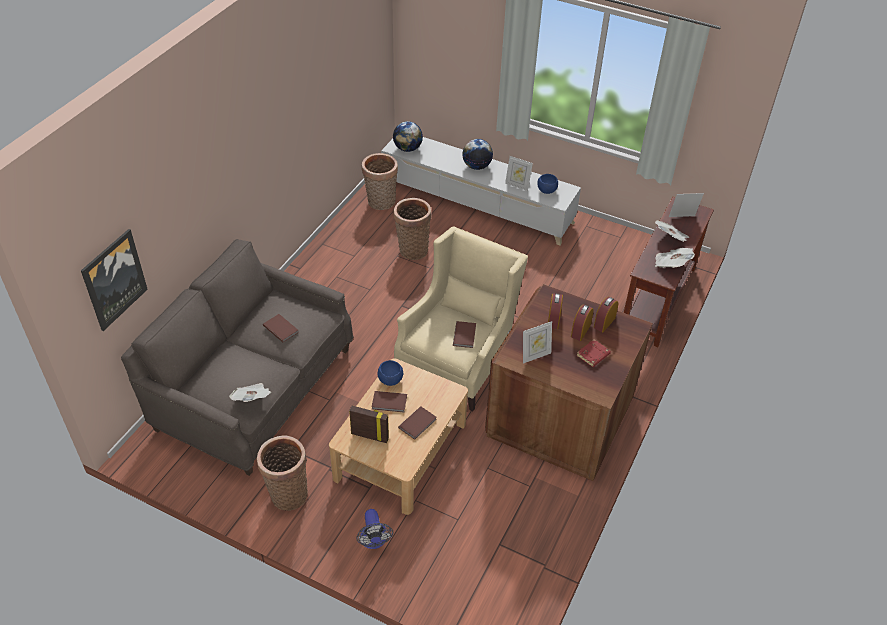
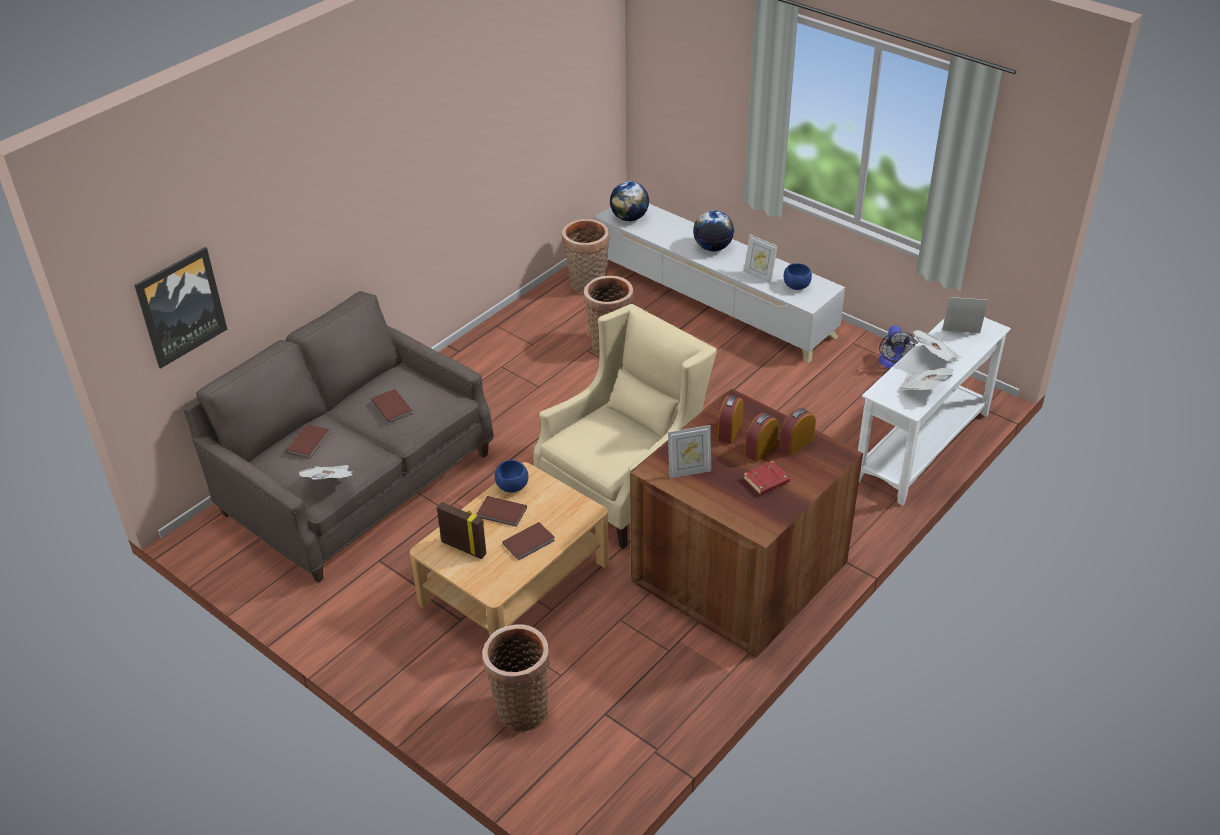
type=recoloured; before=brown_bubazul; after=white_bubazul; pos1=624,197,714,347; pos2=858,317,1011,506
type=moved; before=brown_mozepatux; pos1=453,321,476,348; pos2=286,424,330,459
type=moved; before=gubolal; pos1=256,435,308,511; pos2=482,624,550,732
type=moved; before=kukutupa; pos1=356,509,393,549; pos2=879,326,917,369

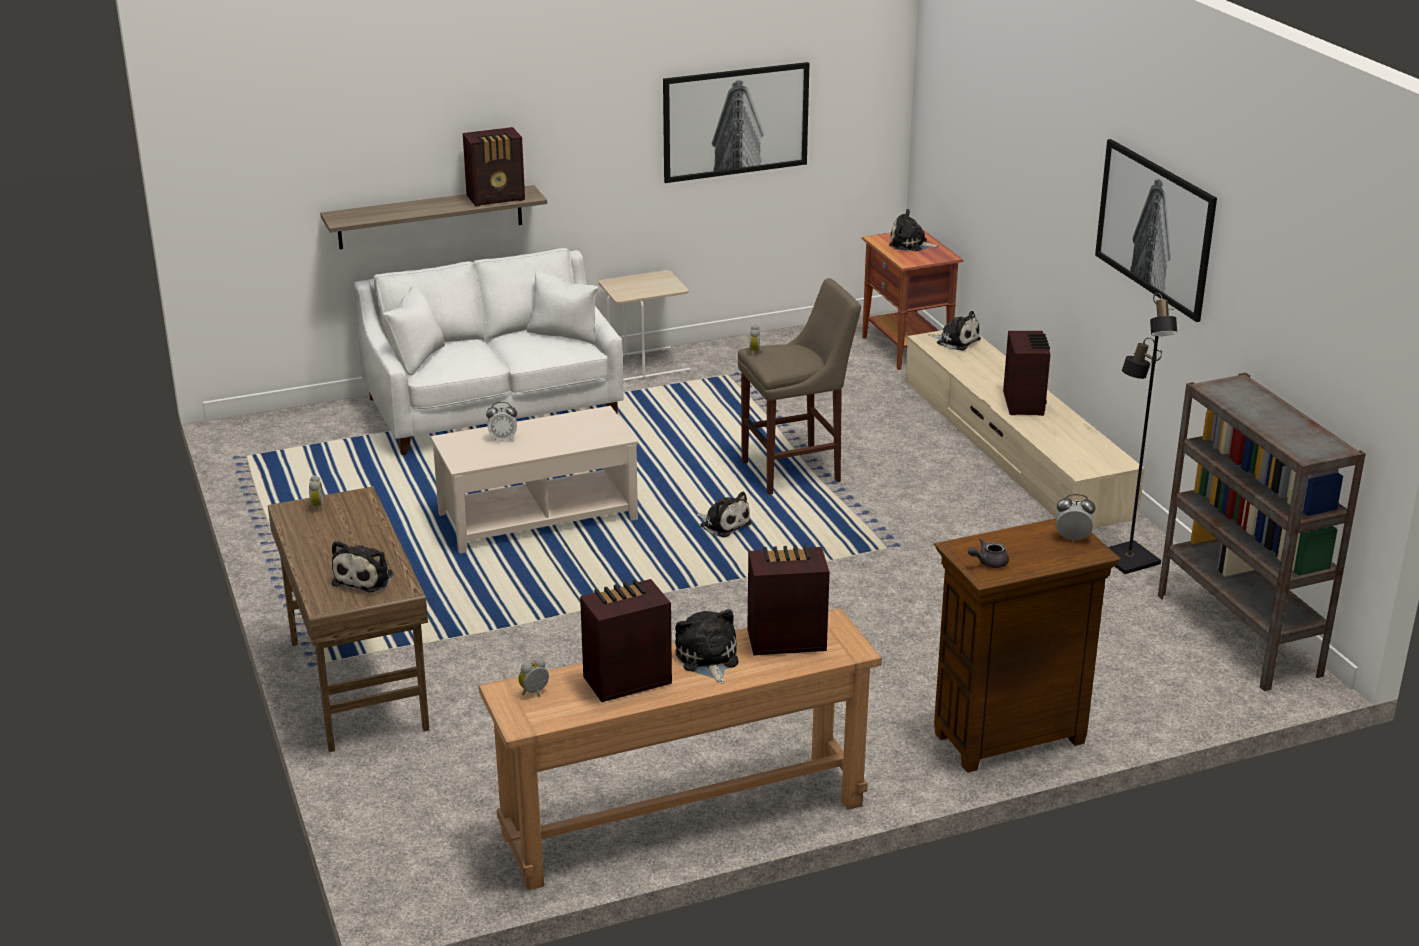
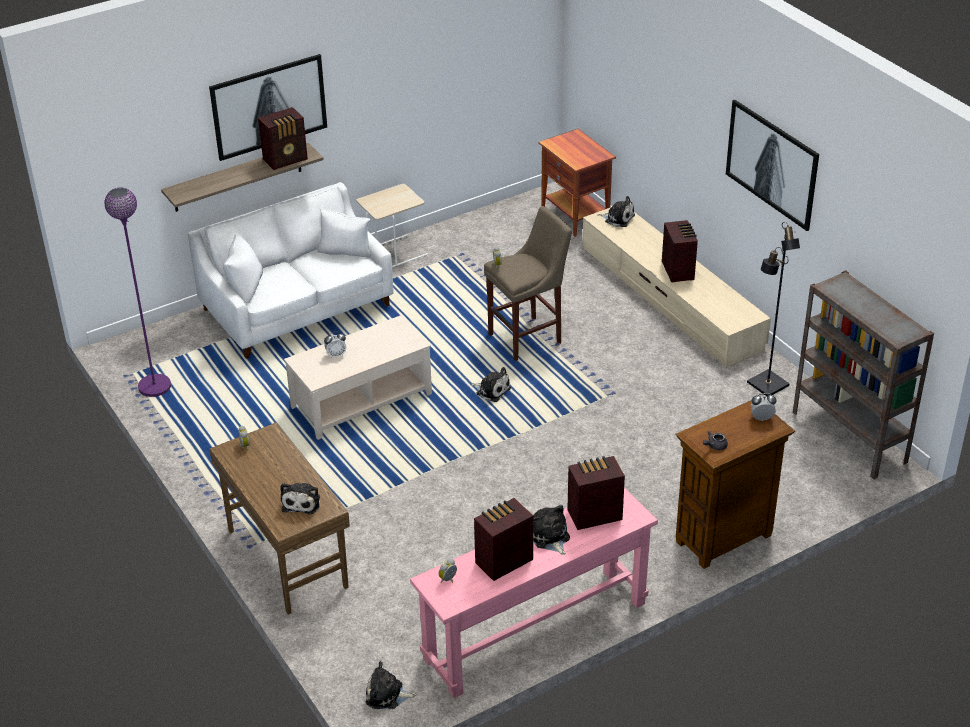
type=moved; before=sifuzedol; pos1=663,62,809,183; pos2=209,54,327,161
type=moved; before=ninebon; pos1=889,209,940,251; pos2=366,661,416,709
type=recoloured; before=brown_bubazul; after=pink_bubazul; pos1=479,608,882,890; pos2=410,487,658,698
type=added; after=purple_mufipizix; pos2=104,188,171,397

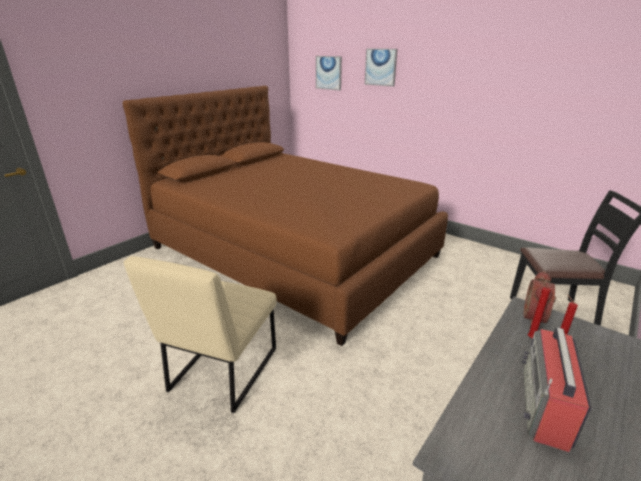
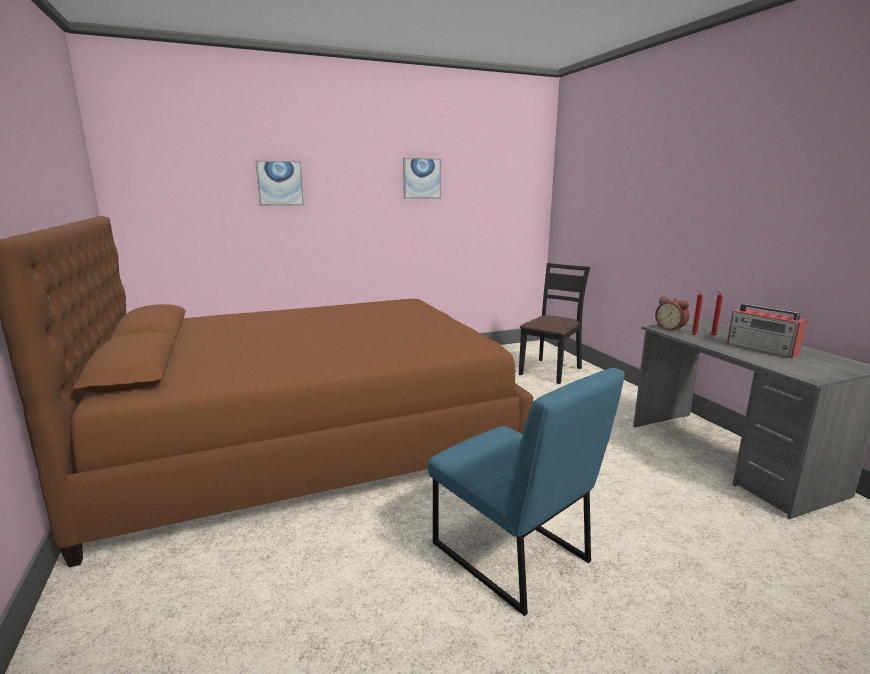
type=moved; before=sifuzedol; pos1=316,56,342,90; pos2=403,158,441,199
type=recoloured; before=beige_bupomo; after=blue_bupomo; pos1=124,256,277,413; pos2=428,368,625,616

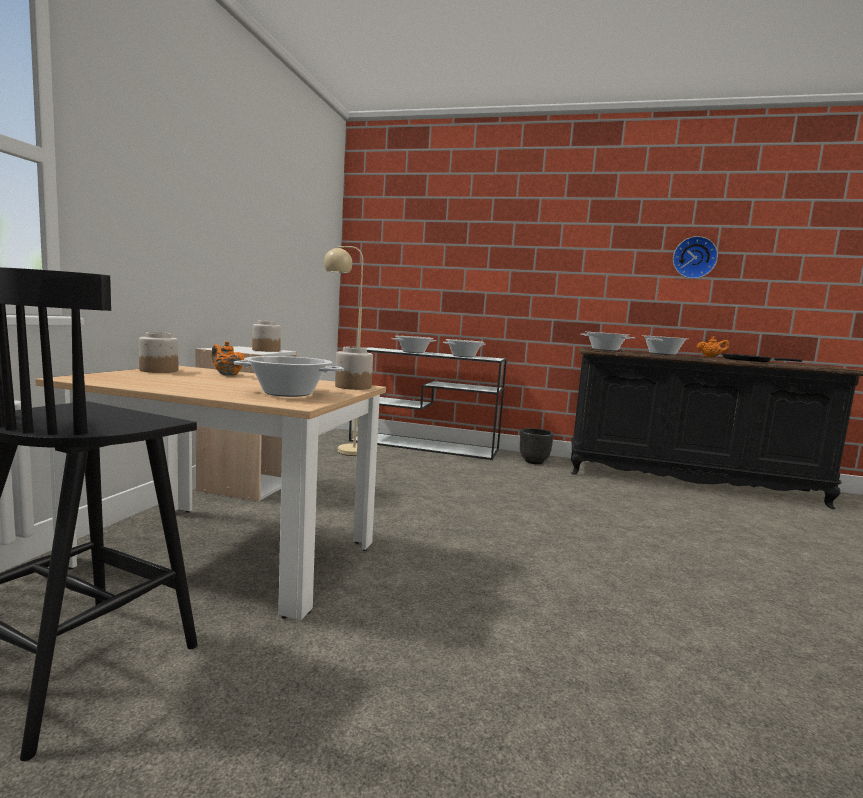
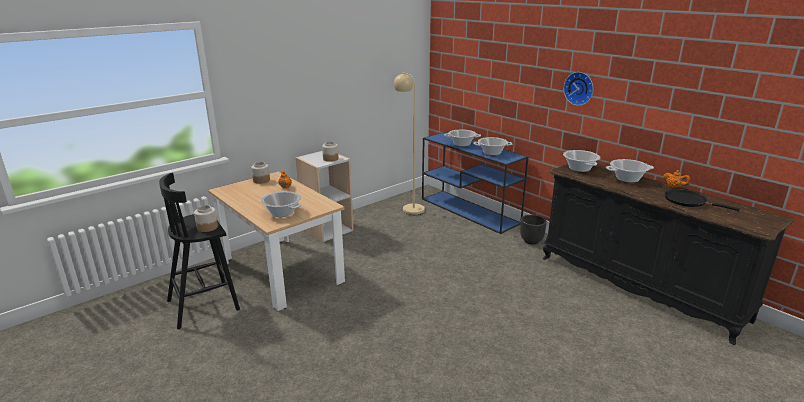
type=moved; before=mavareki; pos1=673,236,718,279; pos2=563,72,594,106
type=moved; before=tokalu; pos1=335,347,373,390; pos2=194,205,218,232
type=recoloured; before=white_bubazul; after=blue_bubazul; pos1=349,347,507,460; pos2=422,132,529,234

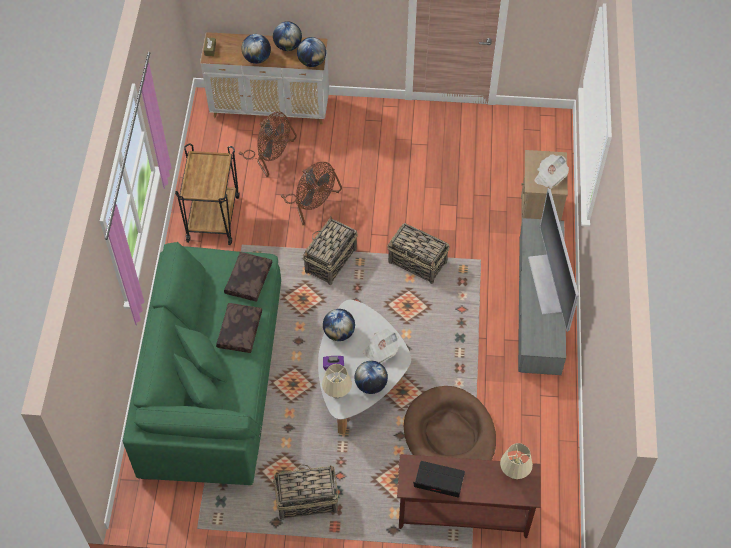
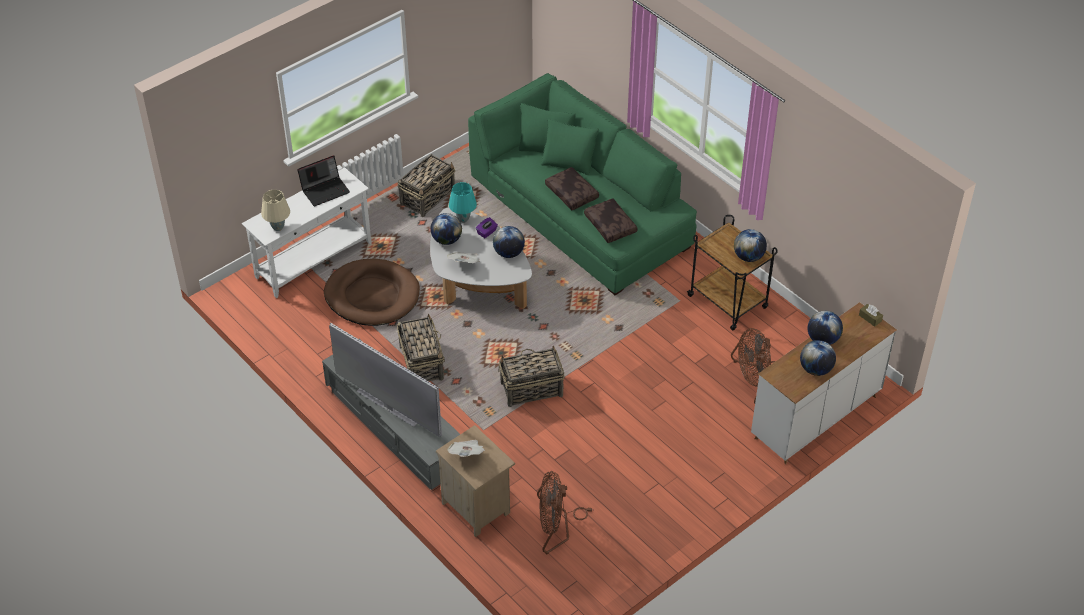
type=moved; before=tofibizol; pos1=297,37,326,67; pos2=734,229,767,262
type=moved; before=brown_kukutupa; pos1=281,162,342,225; pos2=537,471,593,555
type=moved; before=gubolal; pos1=303,217,358,285; pos2=397,314,445,381
type=recoloured; before=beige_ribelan; after=turquoise_ribelan; pos1=322,364,352,399; pos2=449,182,477,223
type=recoloured; before=brown_bubazul; after=white_bubazul; pos1=397,454,541,538; pos2=242,167,372,298

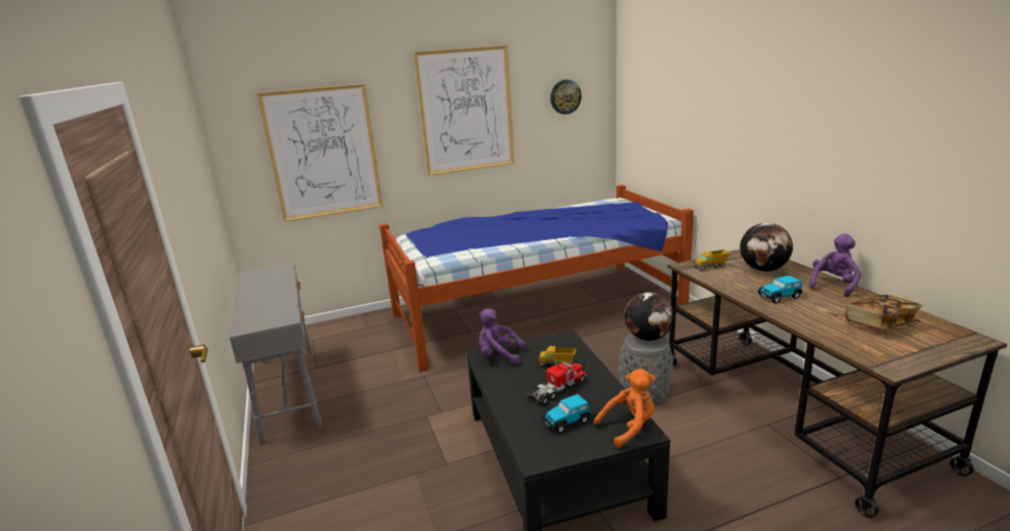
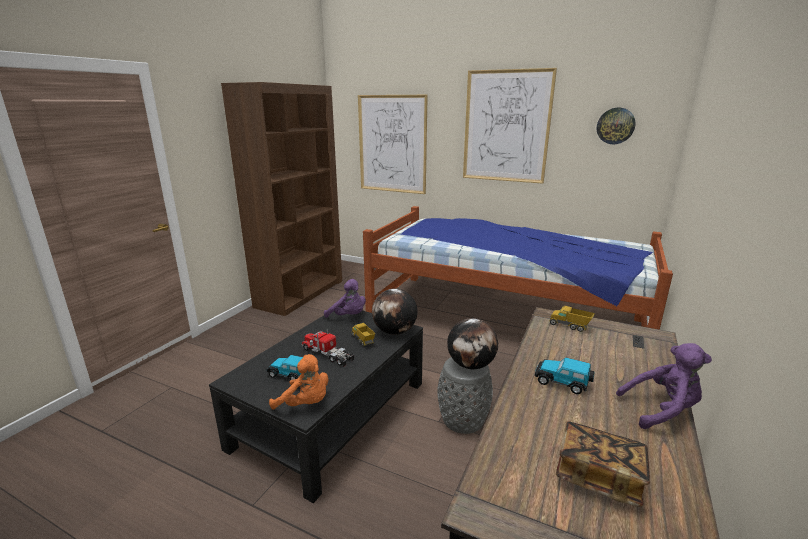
type=moved; before=tofibizol; pos1=740,223,793,271; pos2=372,289,417,335
type=replaced; before=grey_bubazul; after=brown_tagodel; pos1=229,263,322,443; pos2=221,82,342,316
type=turned; before=purple_ninebon; pos1=478,308,526,364; pos2=324,279,366,318; turn=150
type=turned; before=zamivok; pos1=527,360,587,406; pos2=302,329,354,367; turn=-150

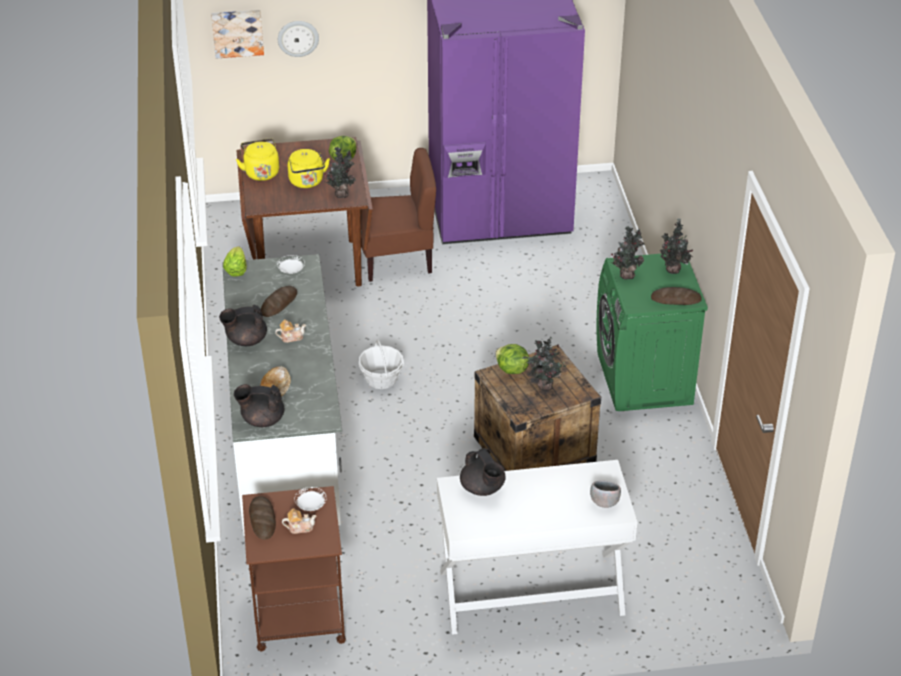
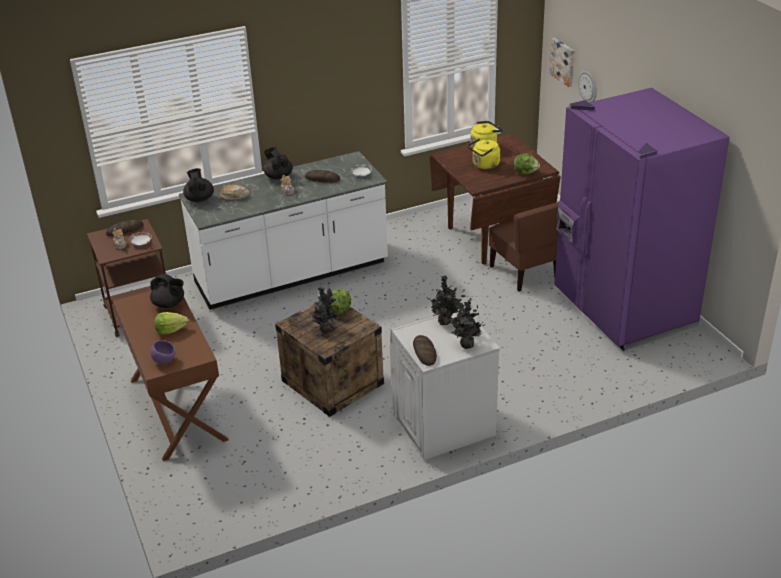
type=removed; before=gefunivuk; pos1=324,147,356,198
type=moved; before=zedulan; pos1=223,246,247,277; pos2=155,312,189,335
type=recoloured; before=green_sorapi; after=white_sorapi; pos1=597,254,708,411; pos2=390,309,500,460
type=removed; before=gubolal; pos1=359,339,404,389
type=turned; before=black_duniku; pos1=460,448,506,496; pos2=150,273,184,308; turn=-105
type=recoloured; before=white_bubazul; after=brown_bubazul; pos1=437,460,638,635; pos2=113,291,229,461
type=recoloured; before=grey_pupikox; after=purple_pupikox; pos1=590,480,621,508; pos2=150,340,175,364

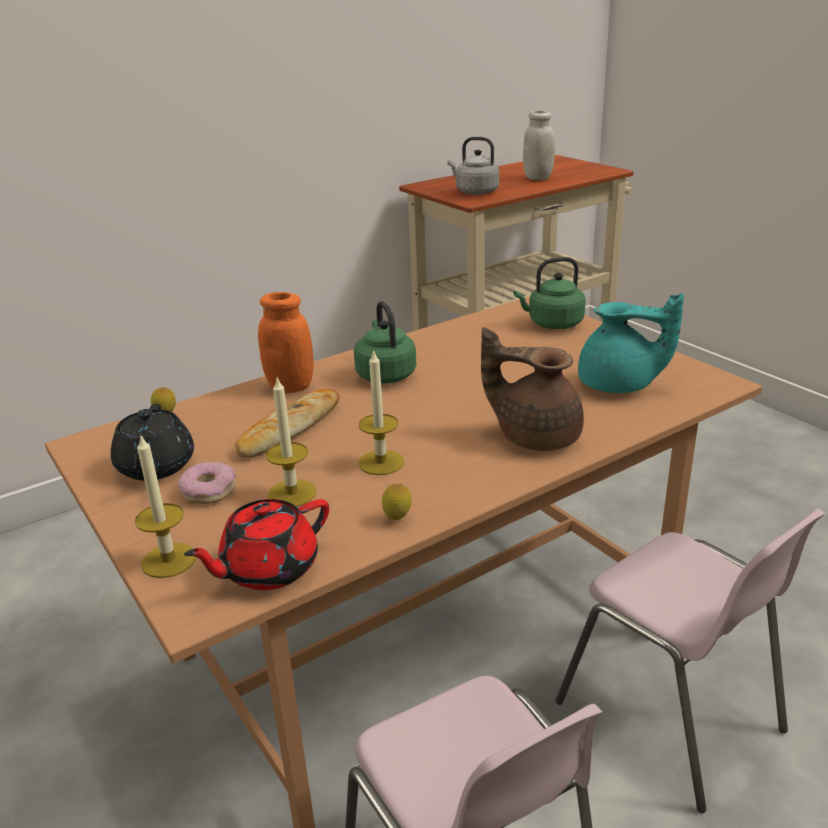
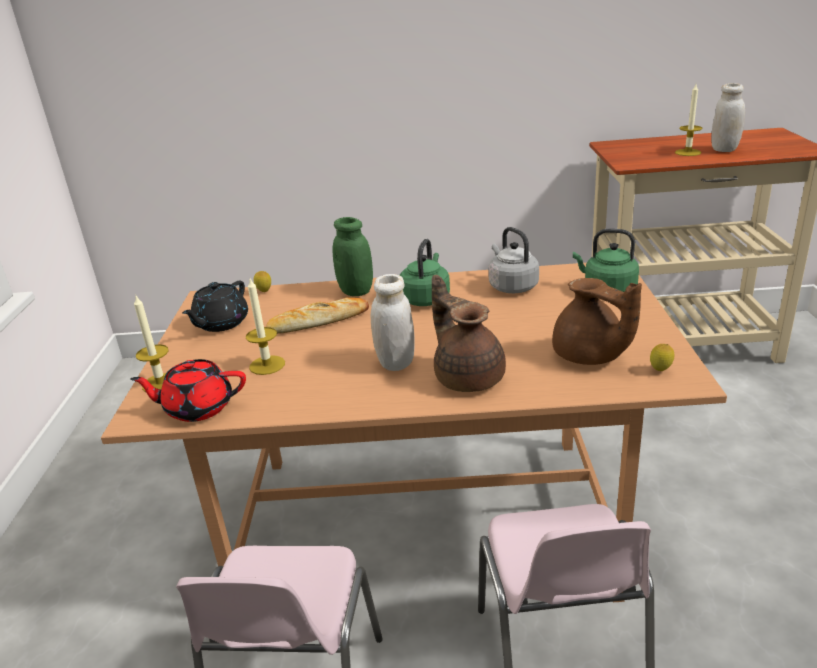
type=moved; before=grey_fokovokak; pos1=447,137,499,195; pos2=488,227,539,293
type=recoloured; before=orange_tokalu; after=green_tokalu; pos1=258,292,314,393; pos2=333,217,373,296
type=recoloured; before=turquoise_duniku; after=brown_duniku; pos1=578,293,684,393; pos2=552,278,642,365
type=moved; before=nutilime; pos1=358,349,404,475; pos2=675,84,702,156
type=removed; before=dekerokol; pos1=178,462,236,504
type=moved; before=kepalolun; pos1=382,484,412,520; pos2=650,344,674,371
type=added; after=white_tokalu; pos2=371,274,415,371

